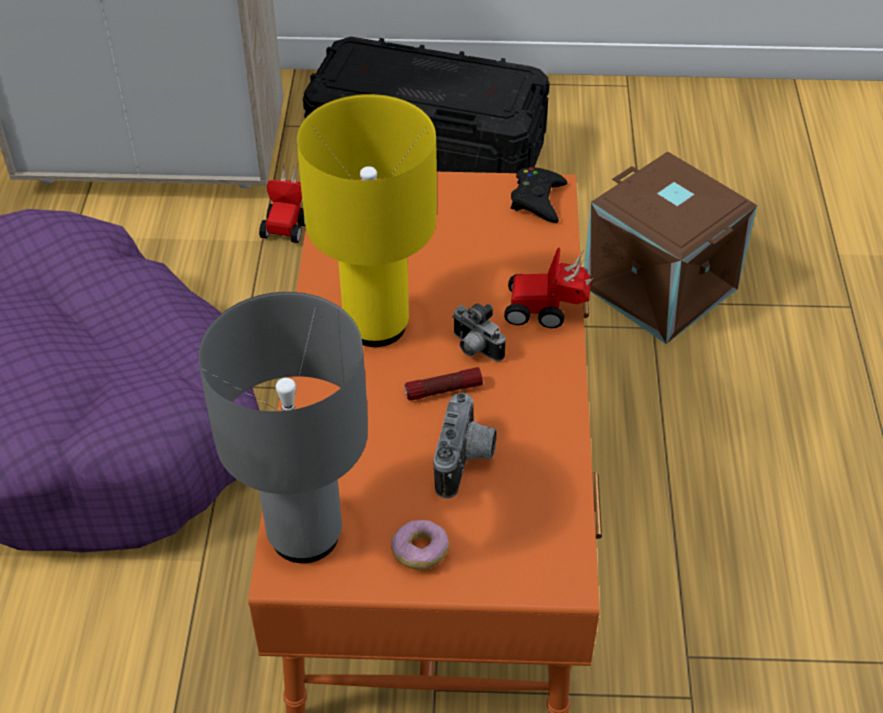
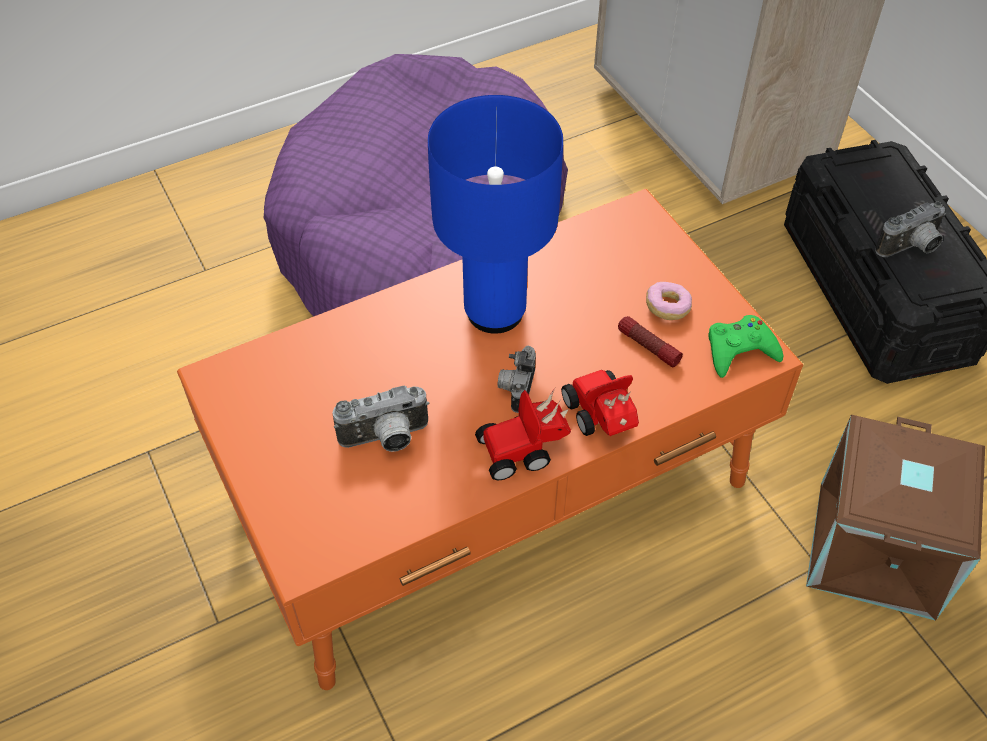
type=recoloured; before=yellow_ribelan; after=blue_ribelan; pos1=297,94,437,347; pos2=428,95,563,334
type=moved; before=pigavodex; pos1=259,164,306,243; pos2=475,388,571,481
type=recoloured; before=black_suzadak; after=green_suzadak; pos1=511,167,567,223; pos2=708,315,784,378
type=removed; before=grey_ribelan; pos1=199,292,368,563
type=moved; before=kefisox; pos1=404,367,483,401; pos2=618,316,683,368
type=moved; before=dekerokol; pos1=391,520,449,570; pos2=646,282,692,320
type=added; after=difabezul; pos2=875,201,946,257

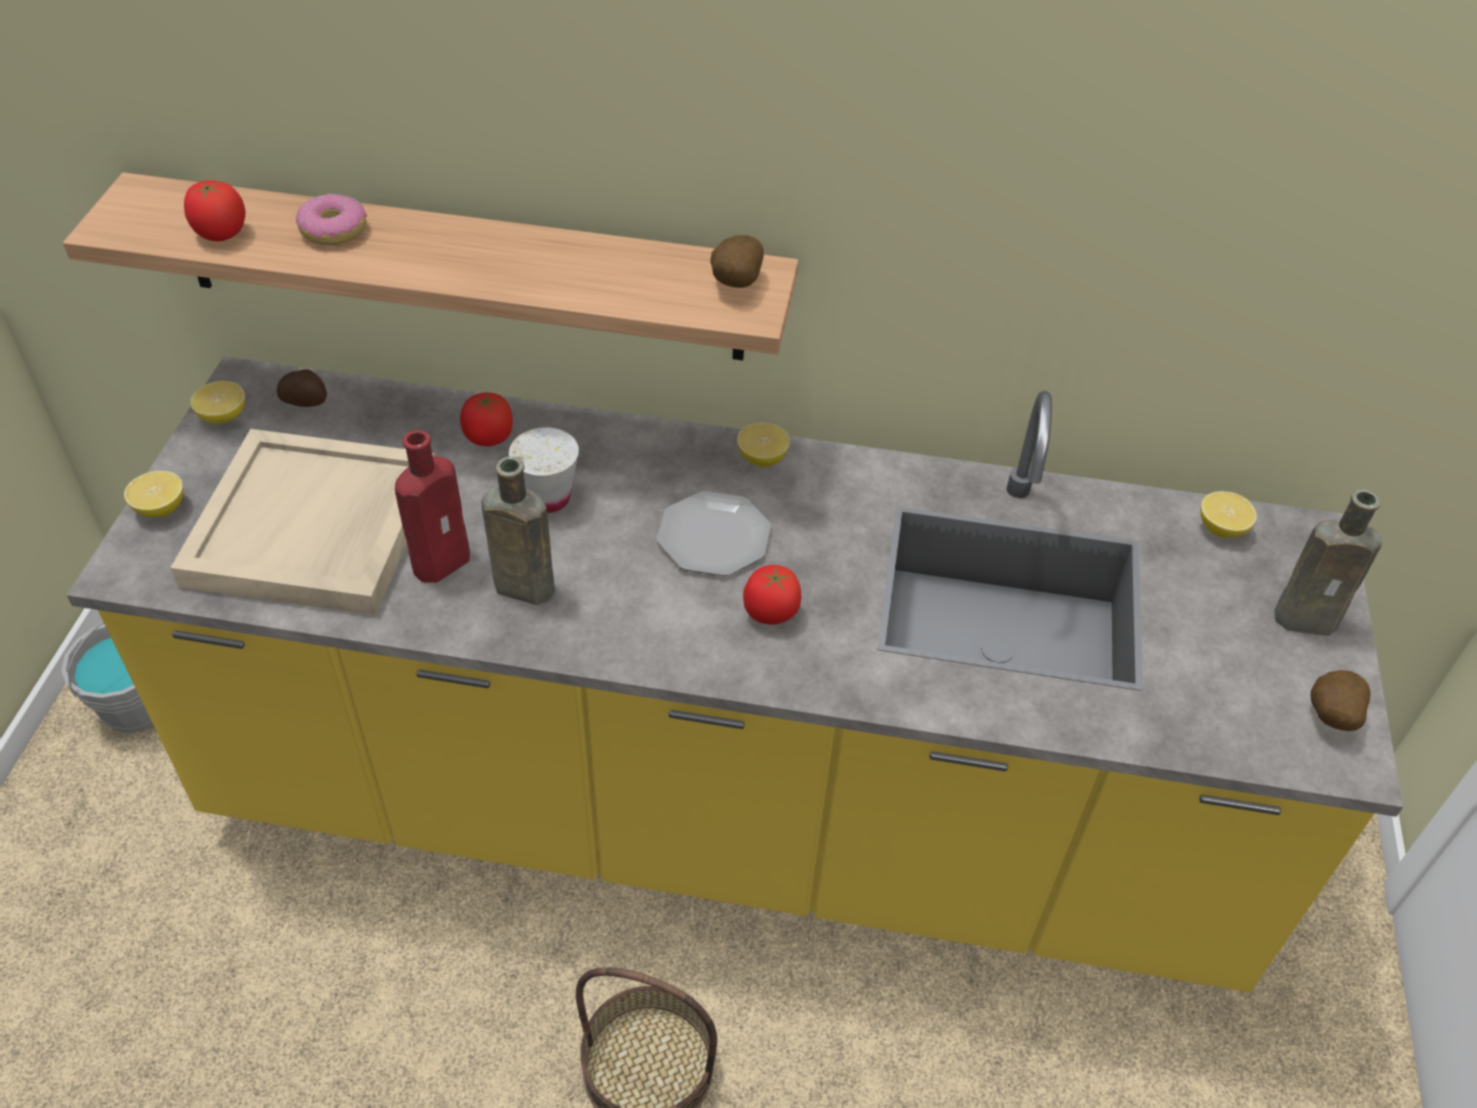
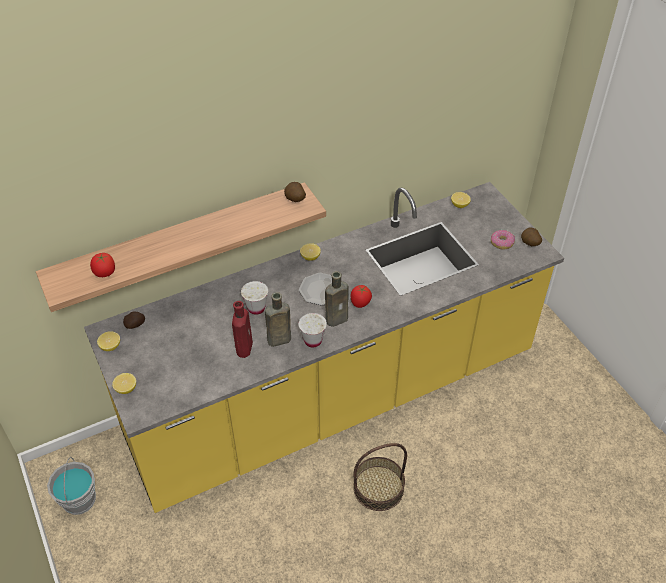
type=moved; before=dekerokol; pos1=296,194,367,245; pos2=491,230,515,250
type=removed; before=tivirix; pos1=460,392,513,446
type=removed; before=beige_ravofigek; pos1=170,429,435,615
type=moved; before=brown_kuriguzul; pos1=1274,489,1382,636; pos2=325,271,348,327
type=added; after=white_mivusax; pos2=298,313,327,347

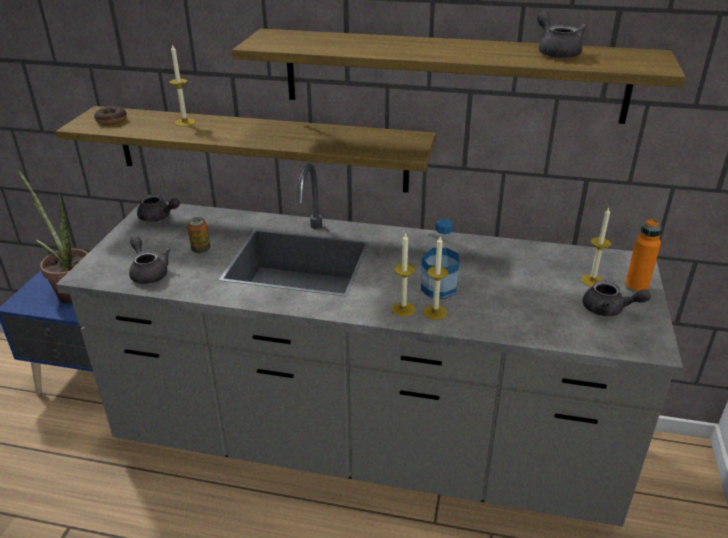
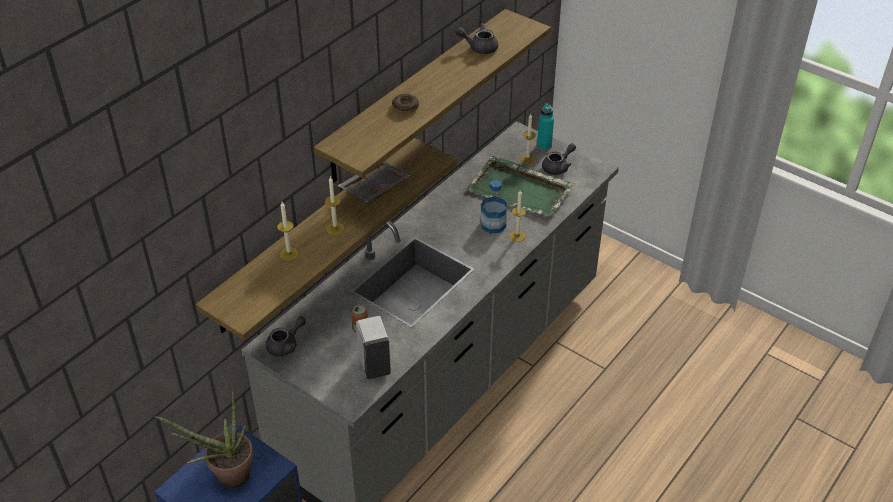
type=moved; before=dekerokol; pos1=94,106,127,125; pos2=392,94,419,114
type=recoloured; before=orange_kuriguzul; after=turquoise_kuriguzul; pos1=625,218,662,293; pos2=537,103,554,151
type=moved; before=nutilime; pos1=392,234,415,317; pos2=325,176,345,235
type=replaced; before=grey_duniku; after=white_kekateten; pos1=129,236,171,284; pos2=356,316,391,379
type=added; after=green_ravofigek; pos2=466,156,575,217
type=added; after=grey_ravofigek; pos2=337,161,410,202

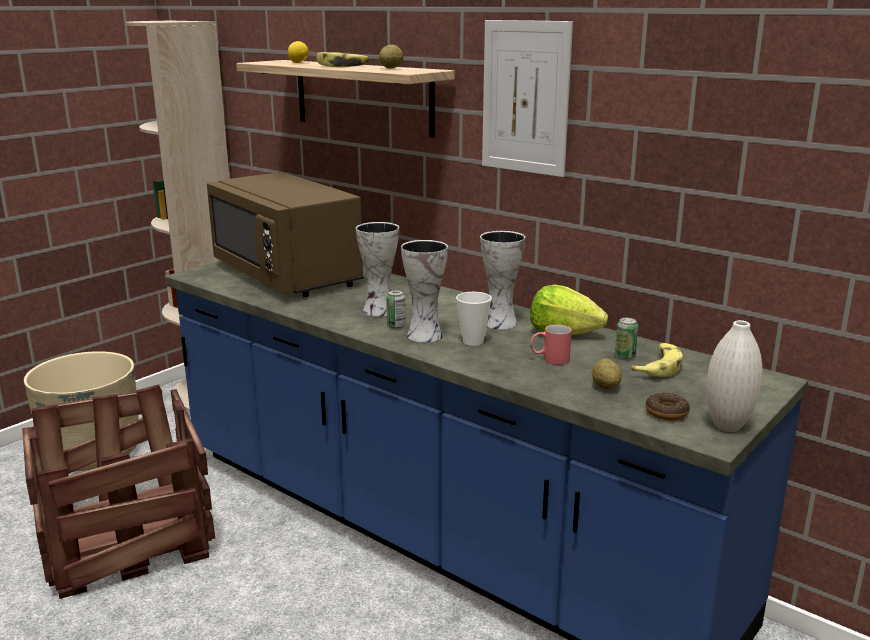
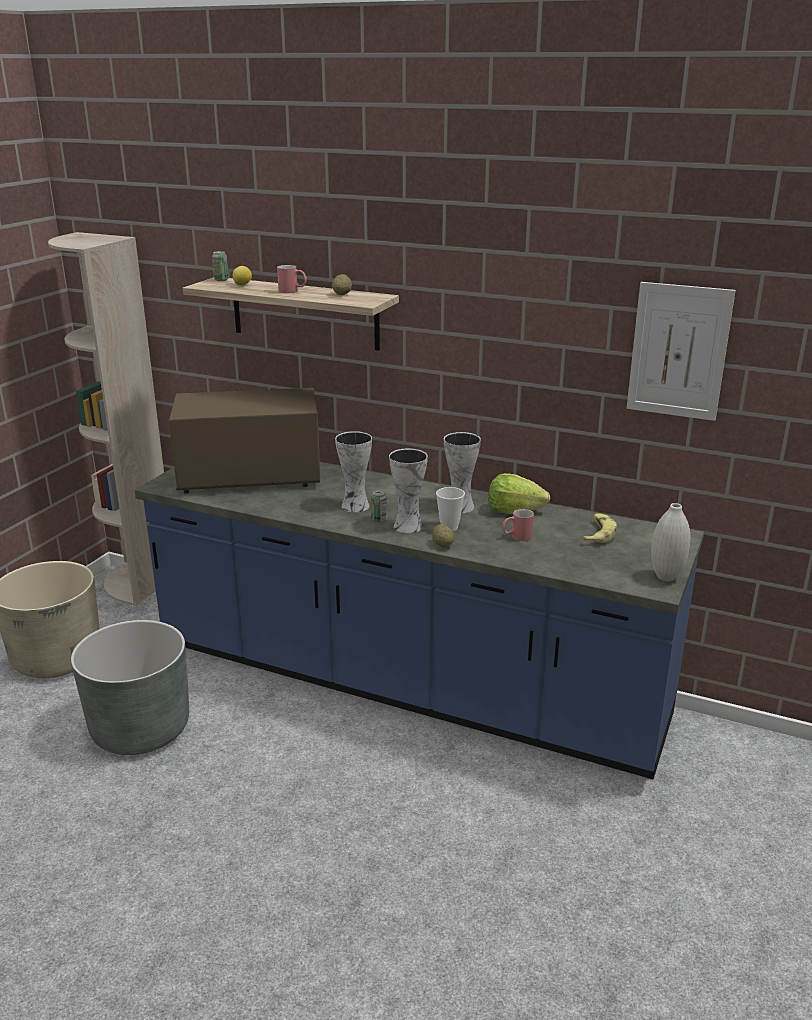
type=moved; before=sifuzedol; pos1=482,20,573,177; pos2=627,282,736,421
type=replaced; before=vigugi; after=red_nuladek; pos1=317,52,369,67; pos2=277,265,307,293
type=turned; before=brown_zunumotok; pos1=207,172,364,297; pos2=169,388,320,494; turn=135
type=moved; before=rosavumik; pos1=615,318,638,360; pos2=212,251,229,281
type=moved; before=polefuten; pos1=592,359,622,390; pos2=432,524,454,547
type=replaced; before=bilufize; after=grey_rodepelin; pos1=22,384,215,599; pos2=71,620,189,755
type=removed; before=dekerokol; pos1=645,393,690,421

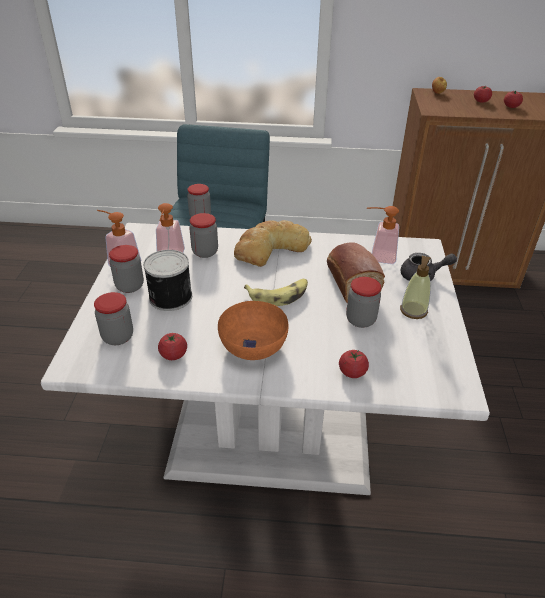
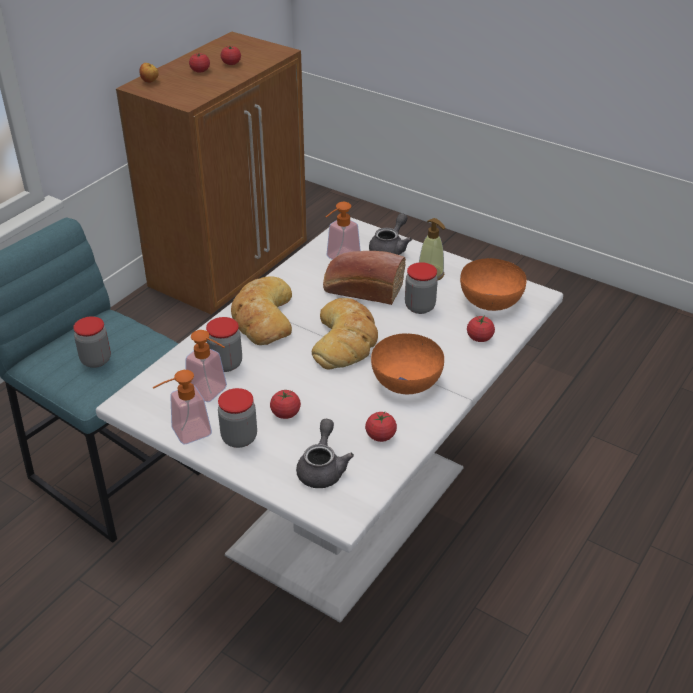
type=replaced; before=rosavumik; after=tivirix; pos1=143,250,192,311; pos2=270,390,301,419
type=replaced; before=vigugi; after=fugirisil; pos1=244,279,308,306; pos2=312,298,378,370
type=replaced; before=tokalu; after=grey_duniku; pos1=94,292,133,345; pos2=296,419,354,488
type=added; after=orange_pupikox; pos2=460,258,527,311

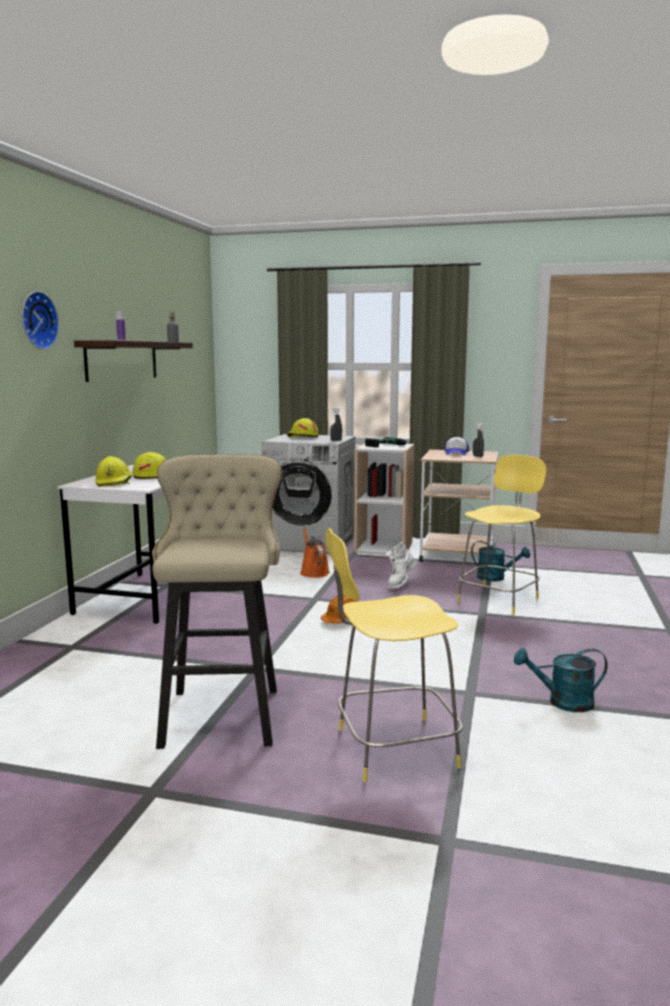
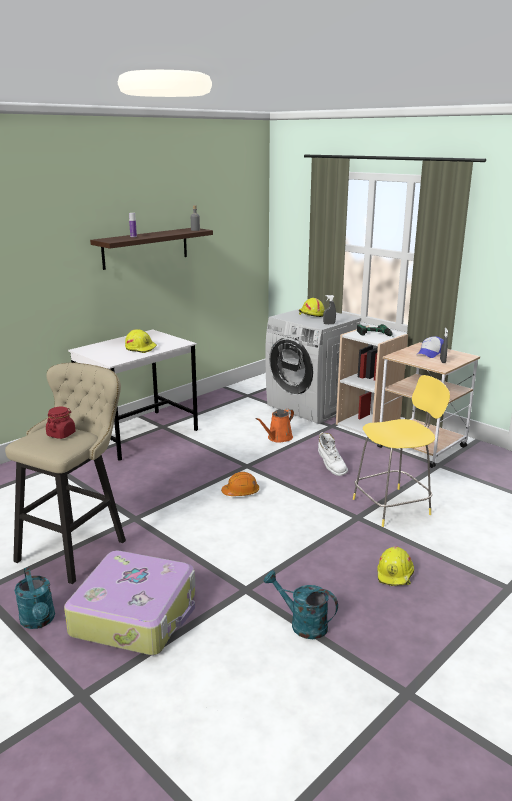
type=removed; before=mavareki; pos1=22,291,59,350
type=moved; before=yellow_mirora; pos1=95,456,132,487; pos2=377,546,414,586
type=turned; before=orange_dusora; pos1=300,527,330,578; pos2=256,409,294,443; turn=-150
type=replaced; before=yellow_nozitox; after=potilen; pos1=326,528,463,782; pos2=64,551,195,655
type=moved; before=turquoise_dusora; pos1=471,541,530,582; pos2=14,567,55,629
type=turned; before=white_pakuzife; pos1=386,542,417,589; pos2=318,432,348,476; turn=-90
type=added; after=red_tokalu; pos2=46,407,76,439

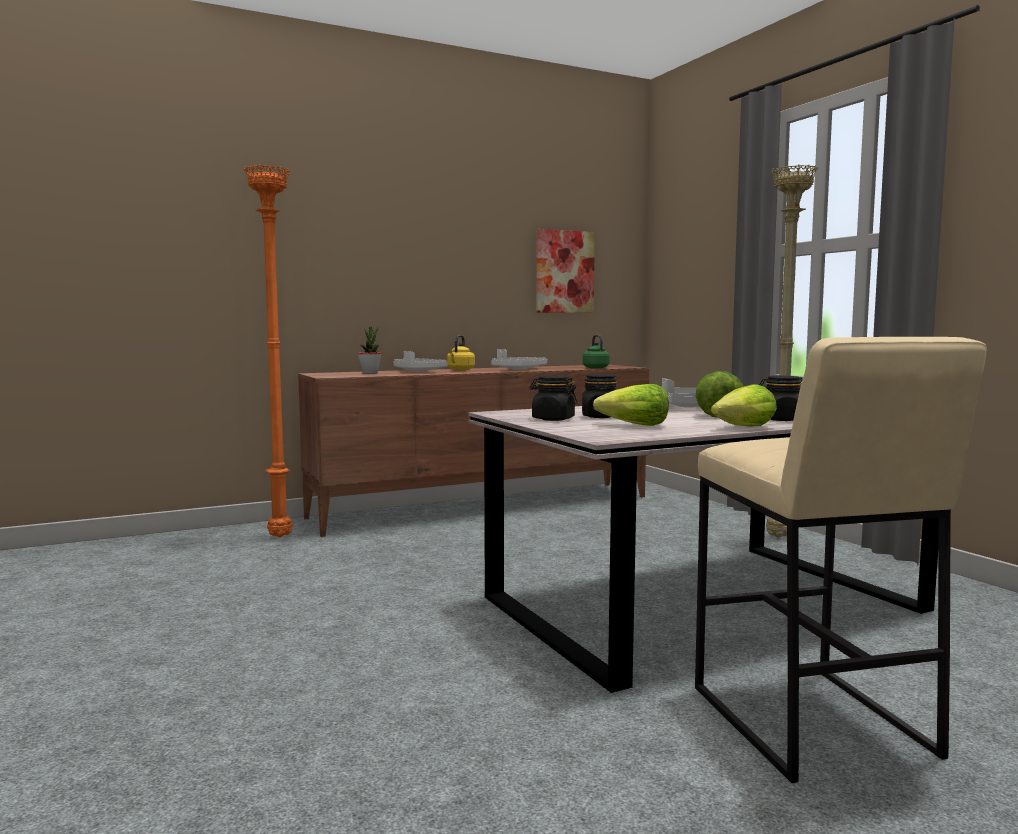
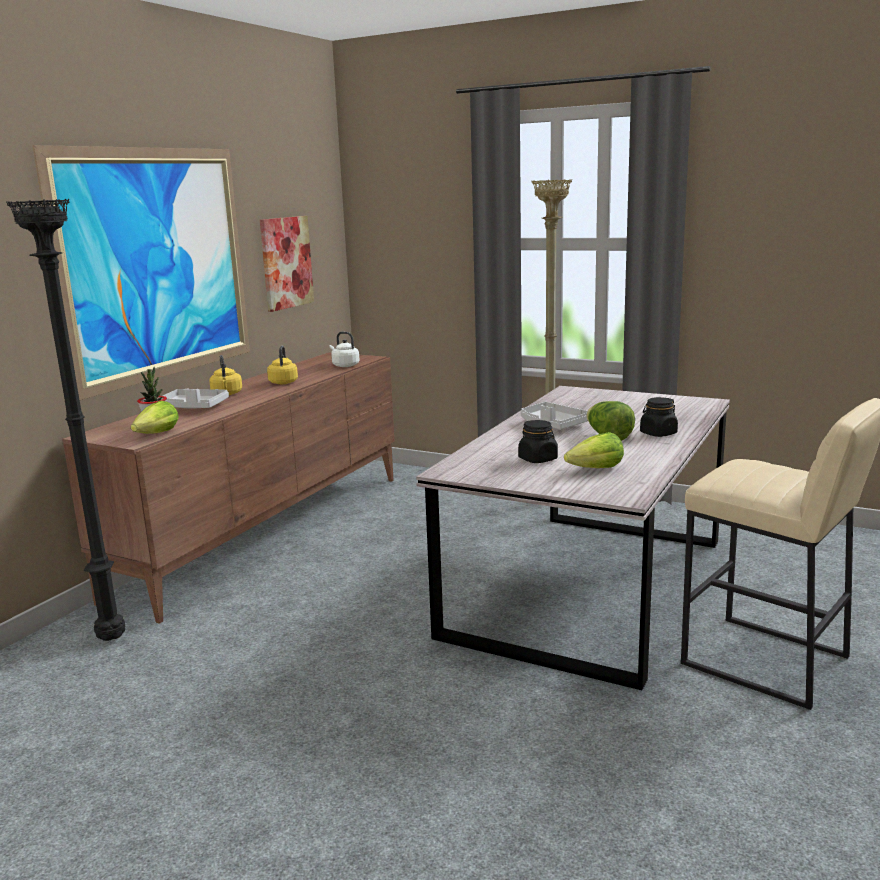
type=recoloured; before=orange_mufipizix; after=black_mufipizix; pos1=244,165,293,537; pos2=6,199,125,641
type=recoloured; before=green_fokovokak; after=white_fokovokak; pos1=583,335,610,369; pos2=330,332,359,367
type=replaced; before=grey_ravofigek; after=yellow_fokovokak; pos1=491,349,547,370; pos2=267,346,298,384
type=removed; before=black_tokalu; pos1=530,375,577,421
type=moved; before=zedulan; pos1=711,384,777,427; pos2=131,401,179,434
type=added; after=sifuzedol; pos2=32,145,250,400

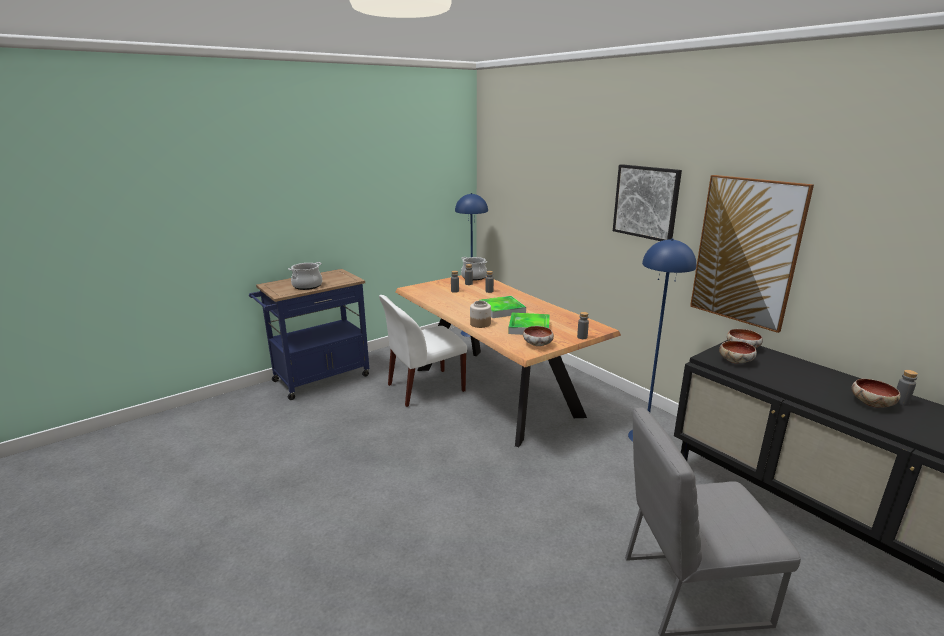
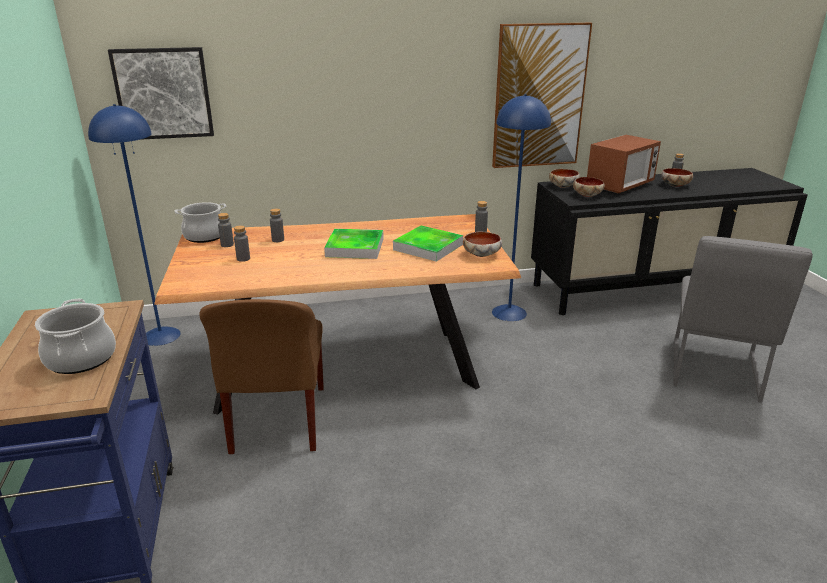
type=moved; before=sifuzedol; pos1=613,164,682,241; pos2=108,47,214,140
type=recoloured; before=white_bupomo; after=brown_bupomo; pos1=379,295,467,407; pos2=199,299,324,454
type=removed; before=tokalu; pos1=470,301,491,328
type=added; after=zunumotok; pos2=587,135,661,193

